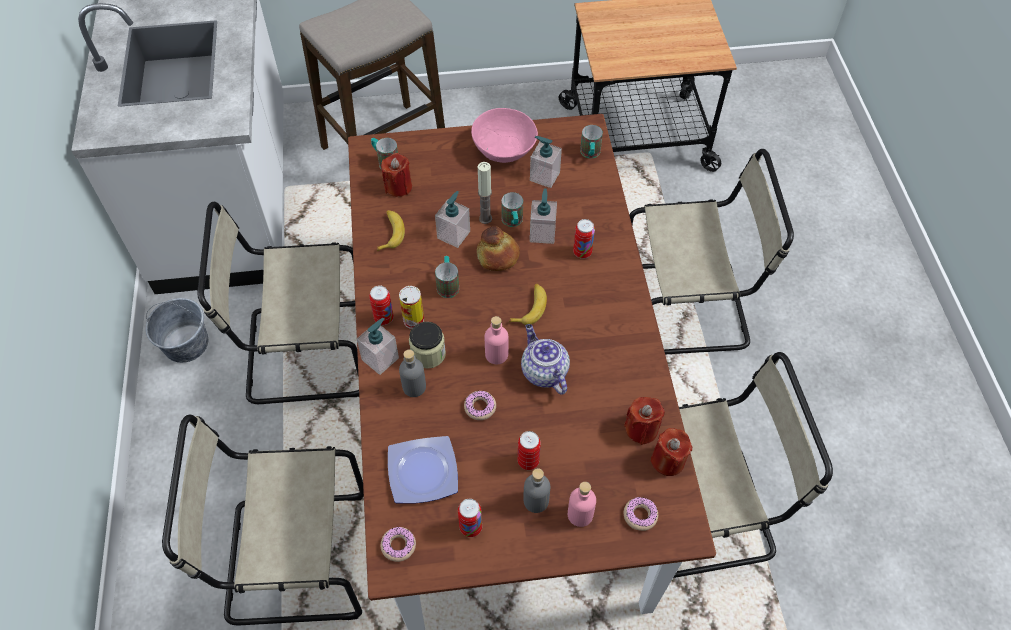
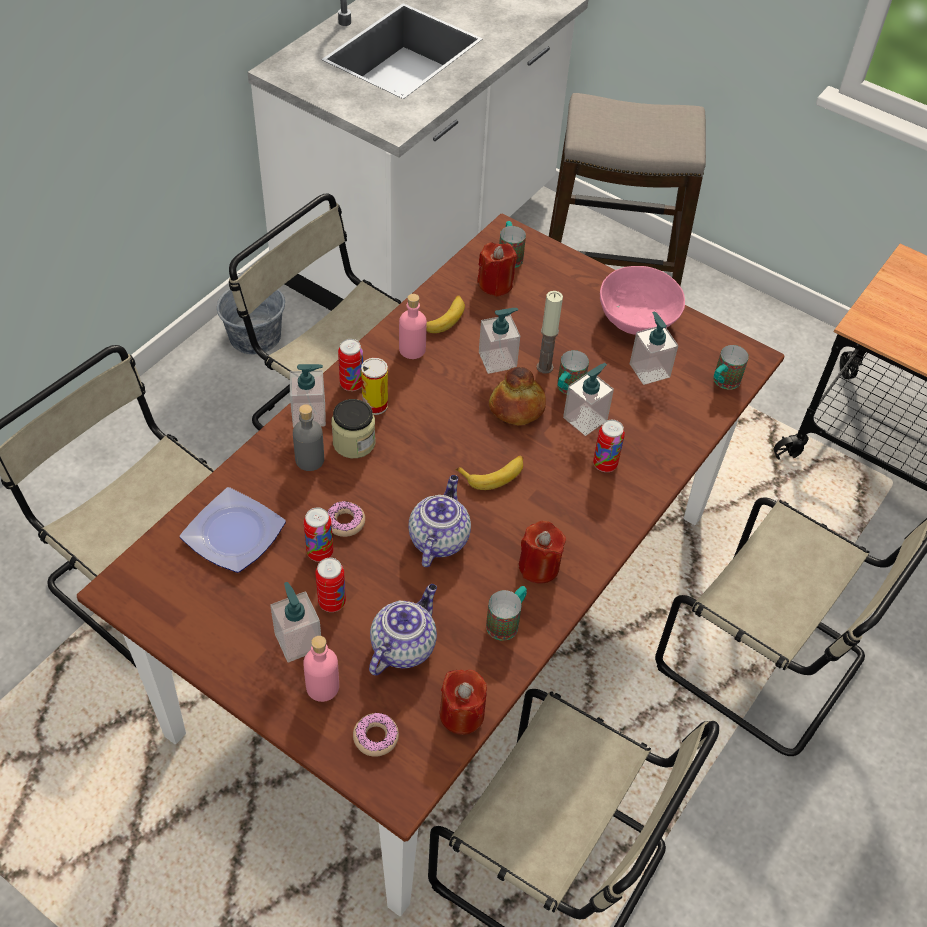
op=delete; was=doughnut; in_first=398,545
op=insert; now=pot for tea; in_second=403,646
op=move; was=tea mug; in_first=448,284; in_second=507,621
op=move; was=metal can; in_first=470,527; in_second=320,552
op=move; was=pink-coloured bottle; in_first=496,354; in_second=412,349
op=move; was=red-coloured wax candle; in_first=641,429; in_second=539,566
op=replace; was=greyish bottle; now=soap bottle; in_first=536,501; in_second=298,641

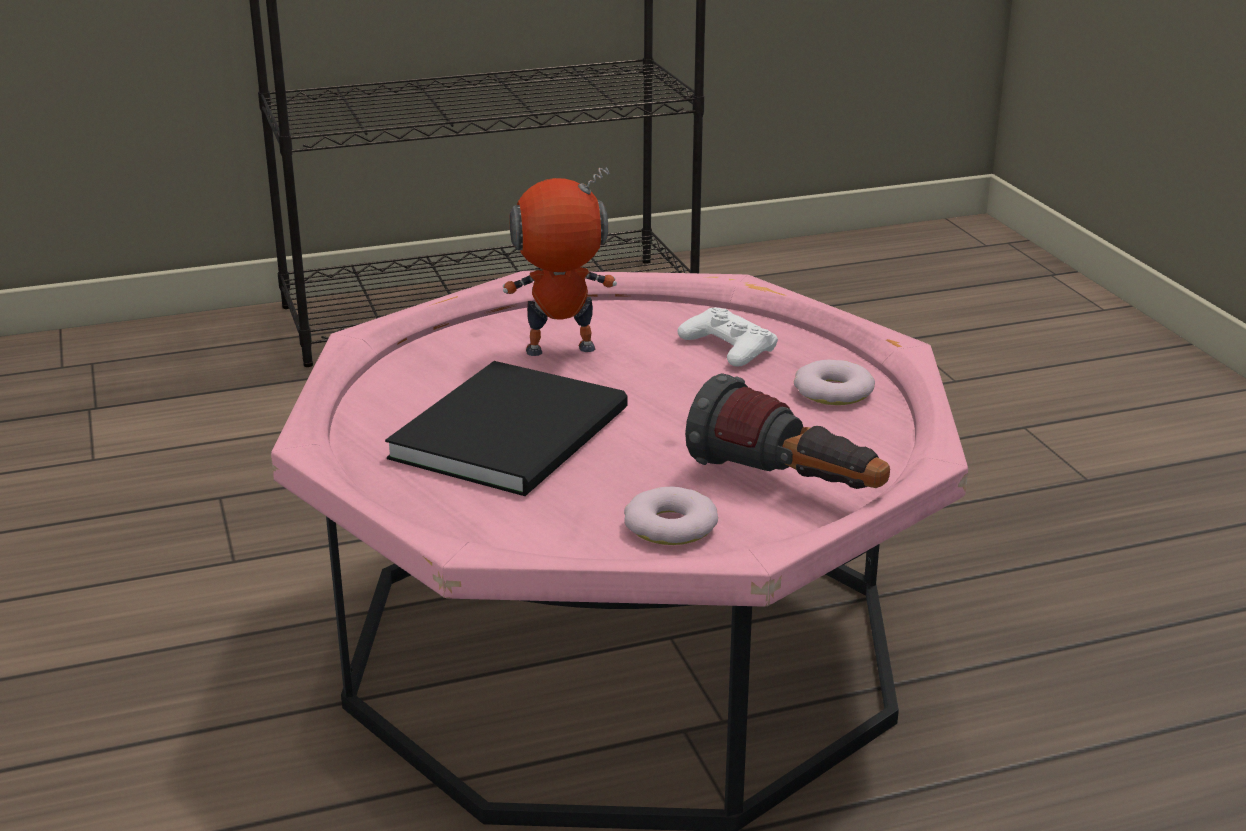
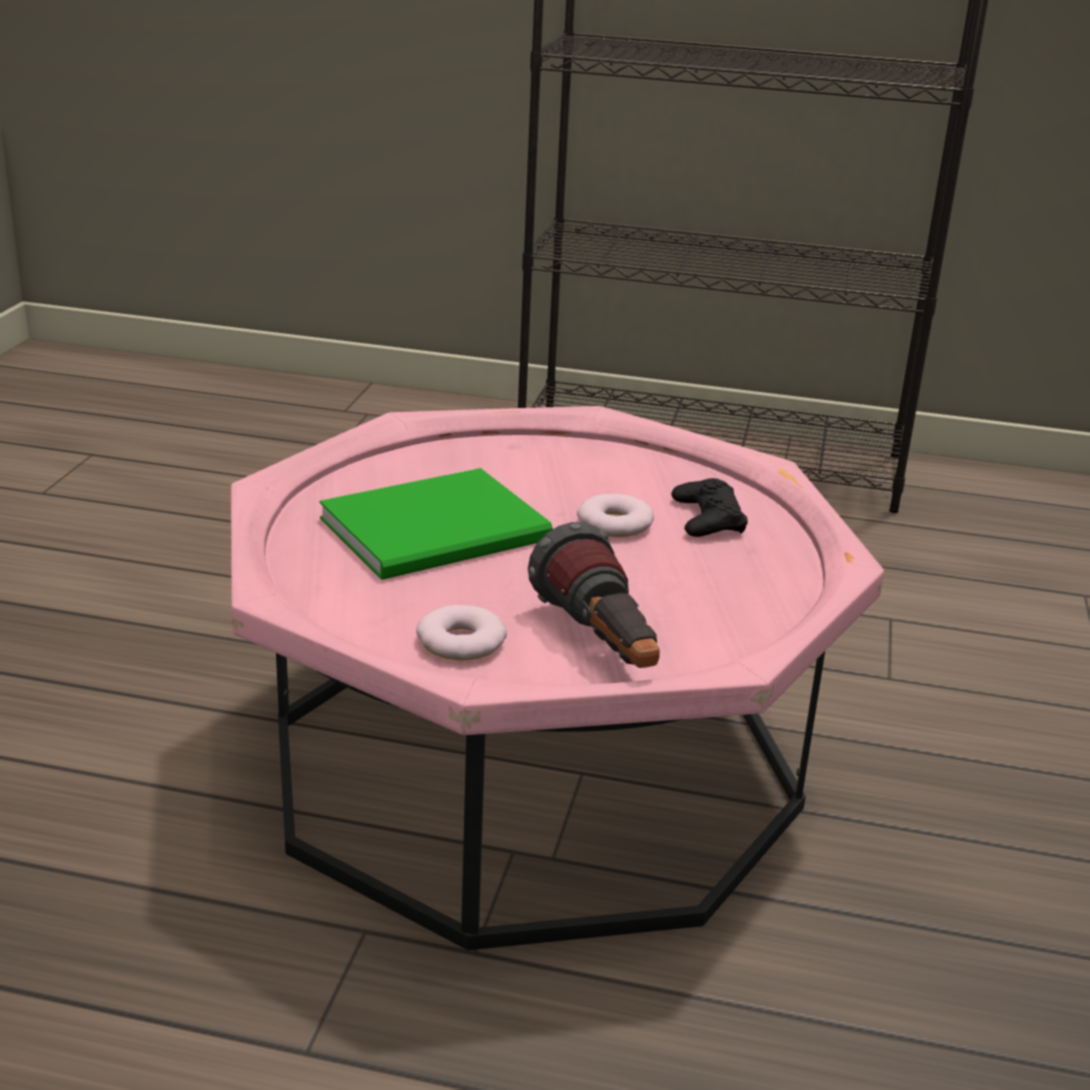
op=delete; was=robot figure; in_first=560,351
op=move; was=doughnut; in_first=833,391; in_second=614,524
op=recolor; was=blackish book; now=green-coloured book; in_first=518,432; in_second=442,530
op=recolor; was=whitish gamepad; now=blackish gamepad; in_first=728,347; in_second=707,518

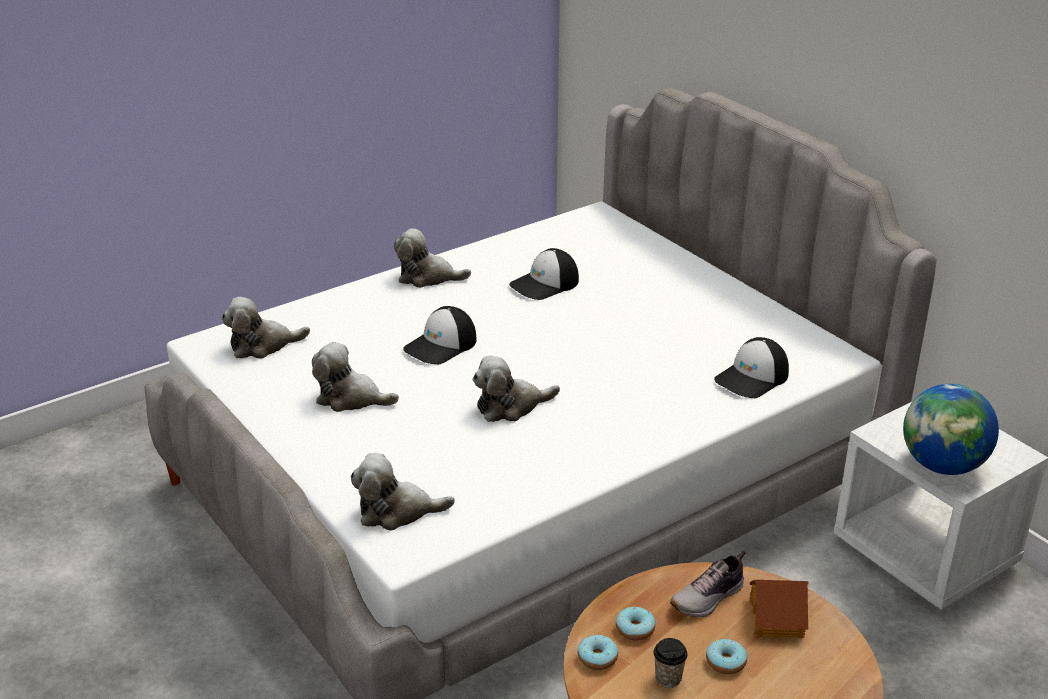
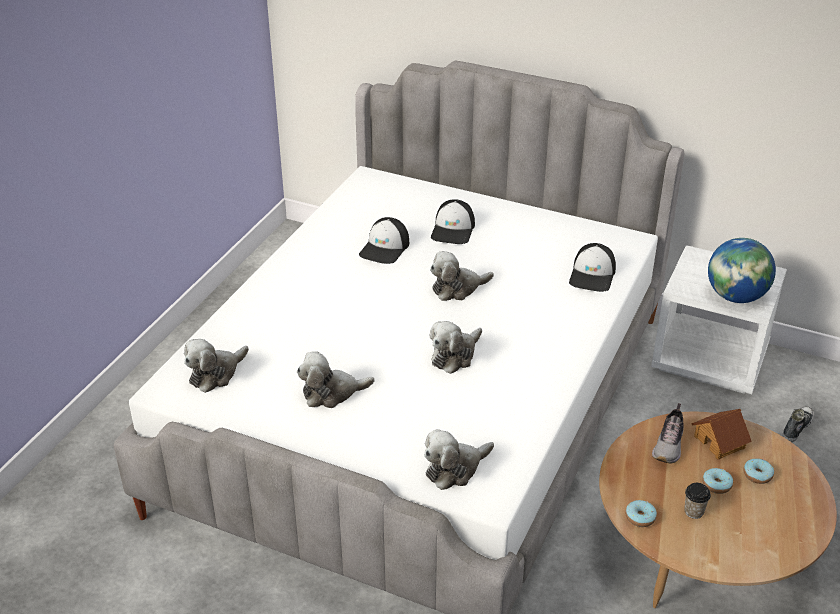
op=insert; now=low shoe; in_second=796,427
op=move; was=soft toy; in_first=427,277; in_second=457,288
op=move; was=baseball cap; in_first=441,345; in_second=453,230
op=move; was=doughnut; in_first=635,629; in_second=757,475

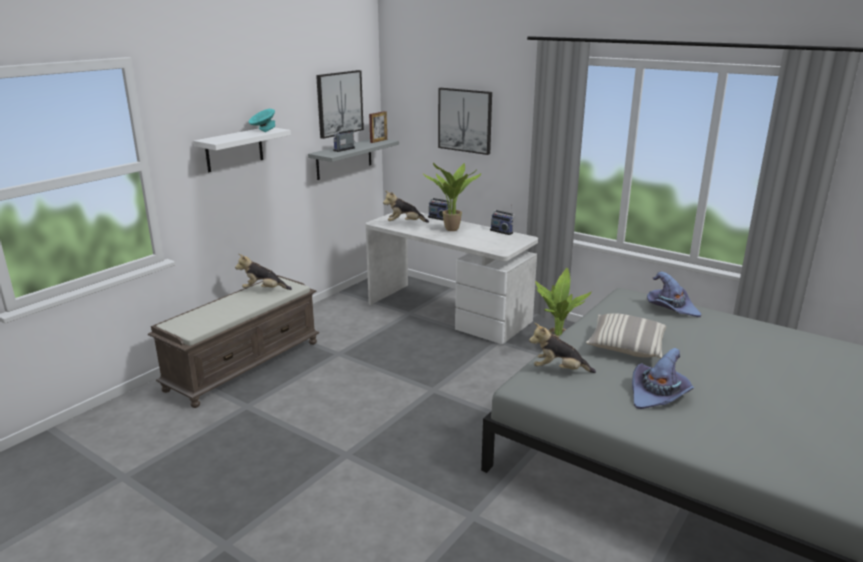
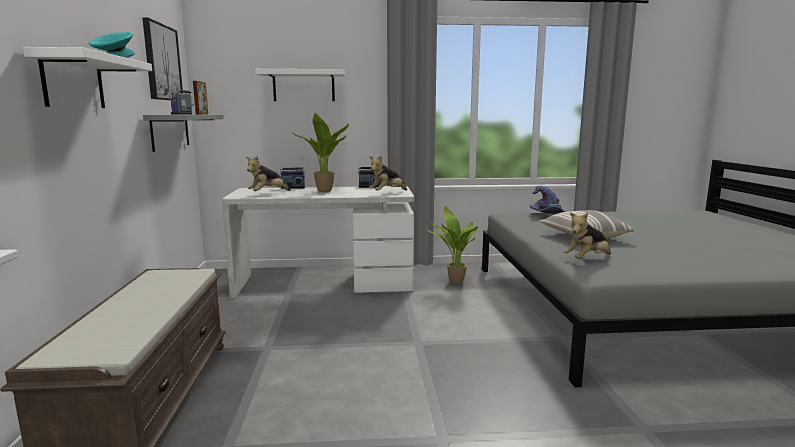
op=delete; was=purple wearable hat; in_first=658,394
op=move; was=soft toy; in_first=263,290; in_second=387,193
op=replace; was=wall picture; now=whitish shelf; in_first=465,120; in_second=303,86

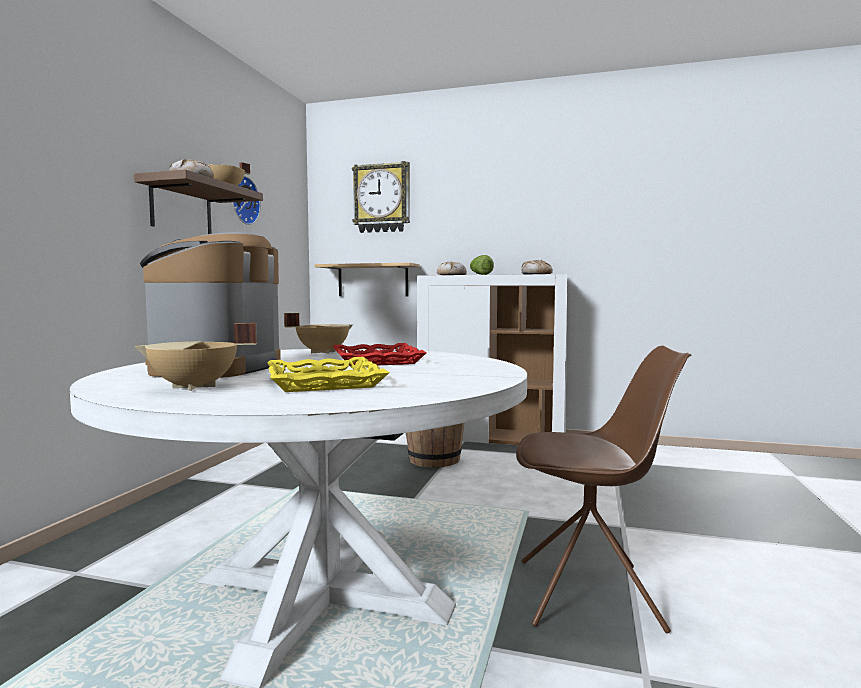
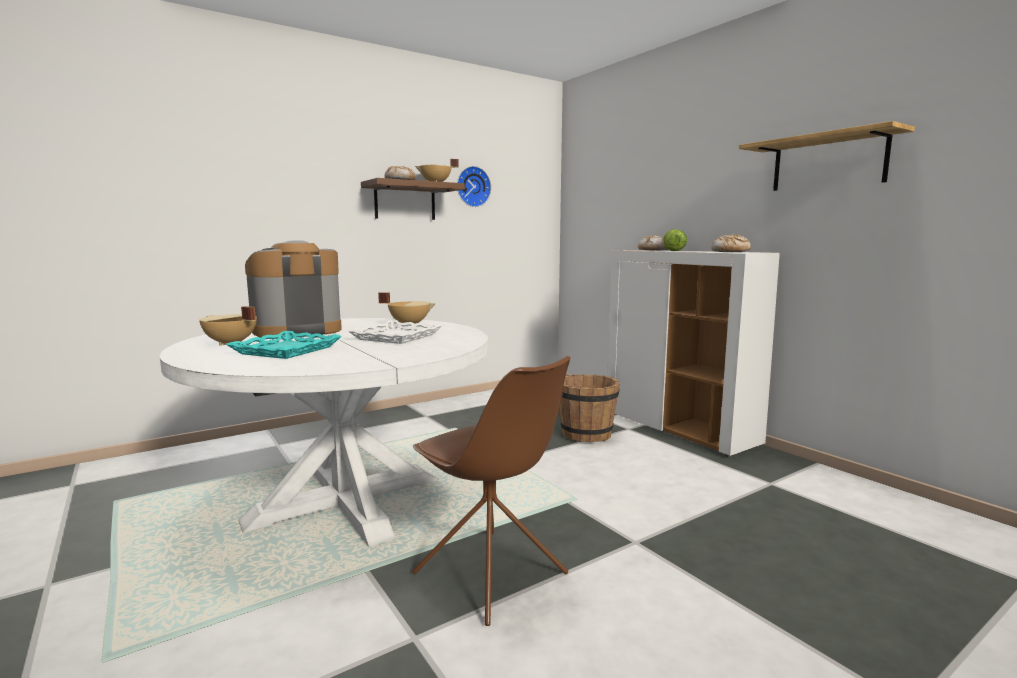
op=delete; was=hanging clock; in_first=382,198
op=move; was=shelf; in_first=373,280; in_second=828,162
op=recolor; was=yellow serving tray; now=blue-green serving tray; in_first=325,382; in_second=287,350
op=recolor; was=red-coloured serving tray; now=whitish serving tray; in_first=375,361; in_second=396,337

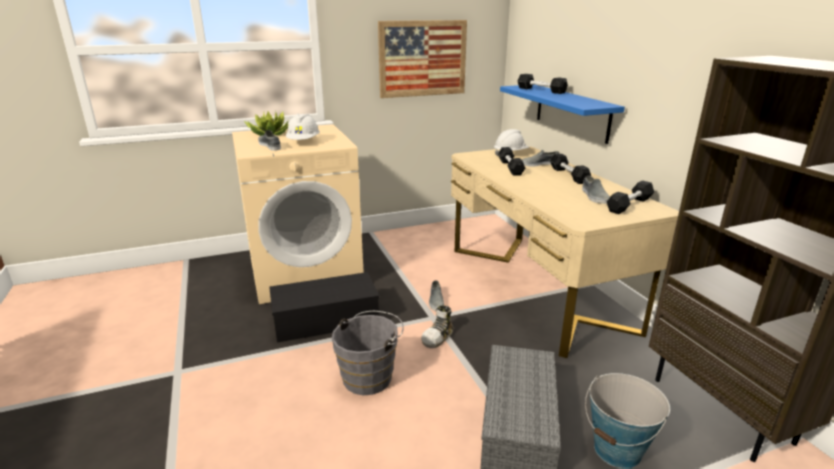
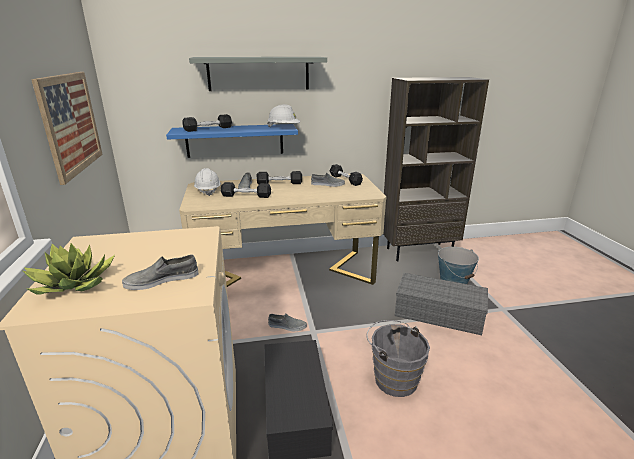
op=delete; was=low shoe; in_first=438,337
op=insert; now=greyish shelf; in_second=258,73
op=move; was=whitish hard hat; in_first=303,142; in_second=284,127

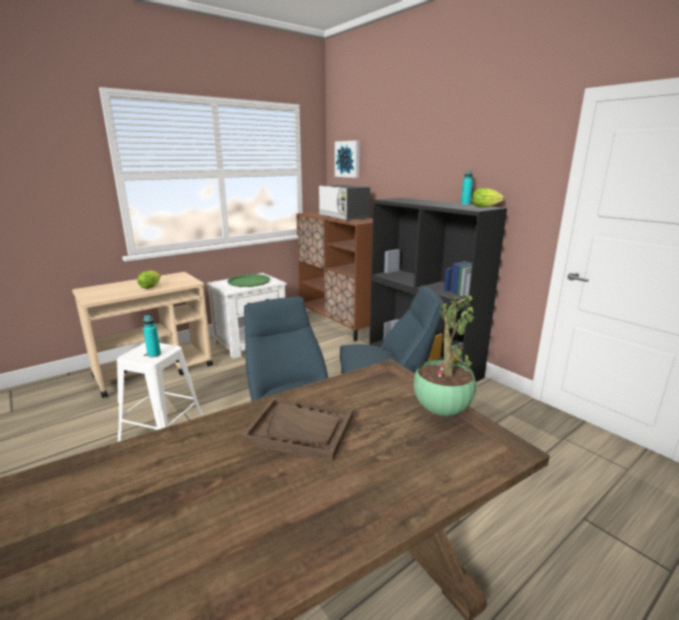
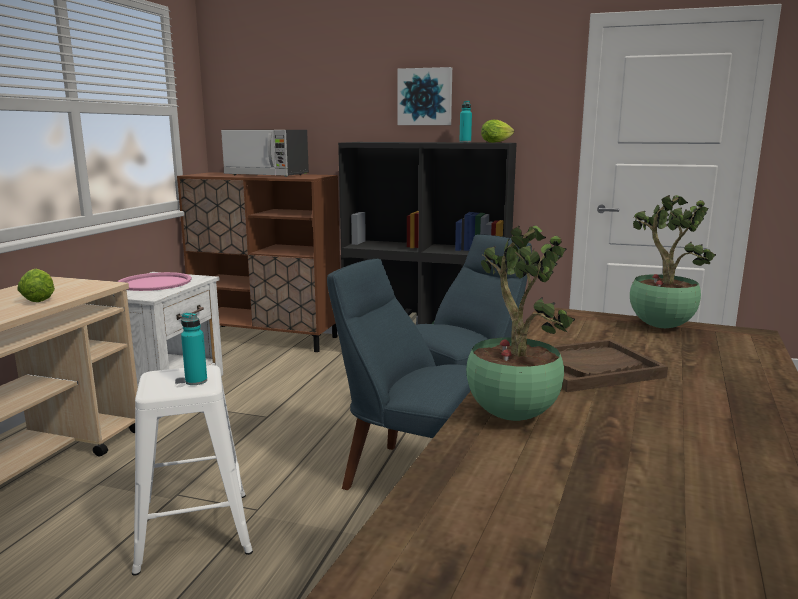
op=insert; now=plant in a pot; in_second=510,414
op=move; was=wall picture; in_first=348,159; in_second=425,97
op=recolor; was=green-coloured serving tray; now=pink-coloured serving tray; in_first=249,281; in_second=155,283

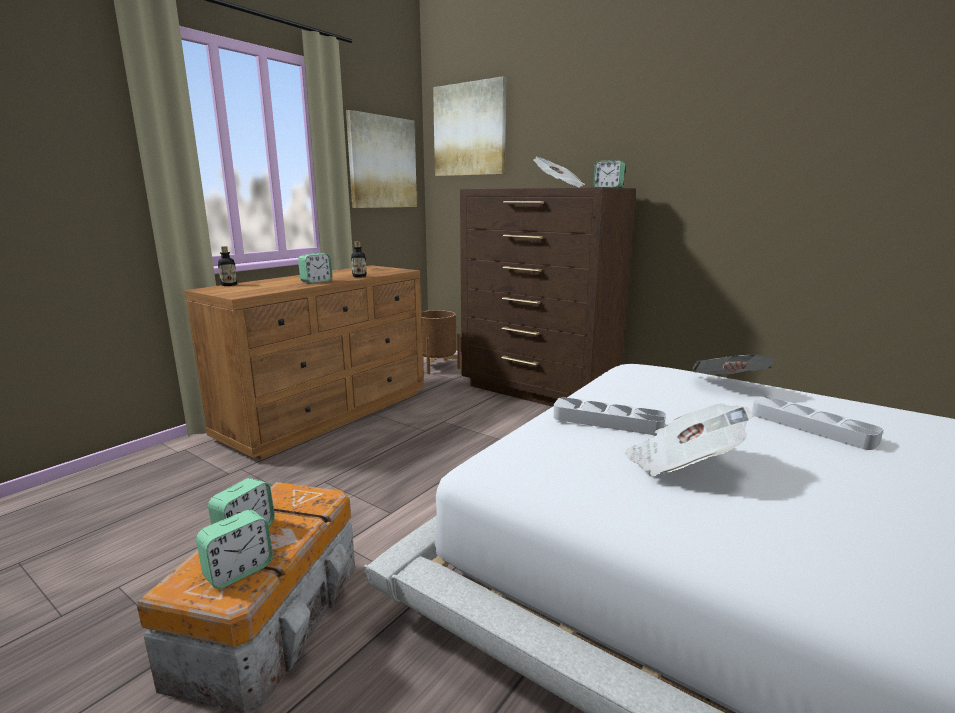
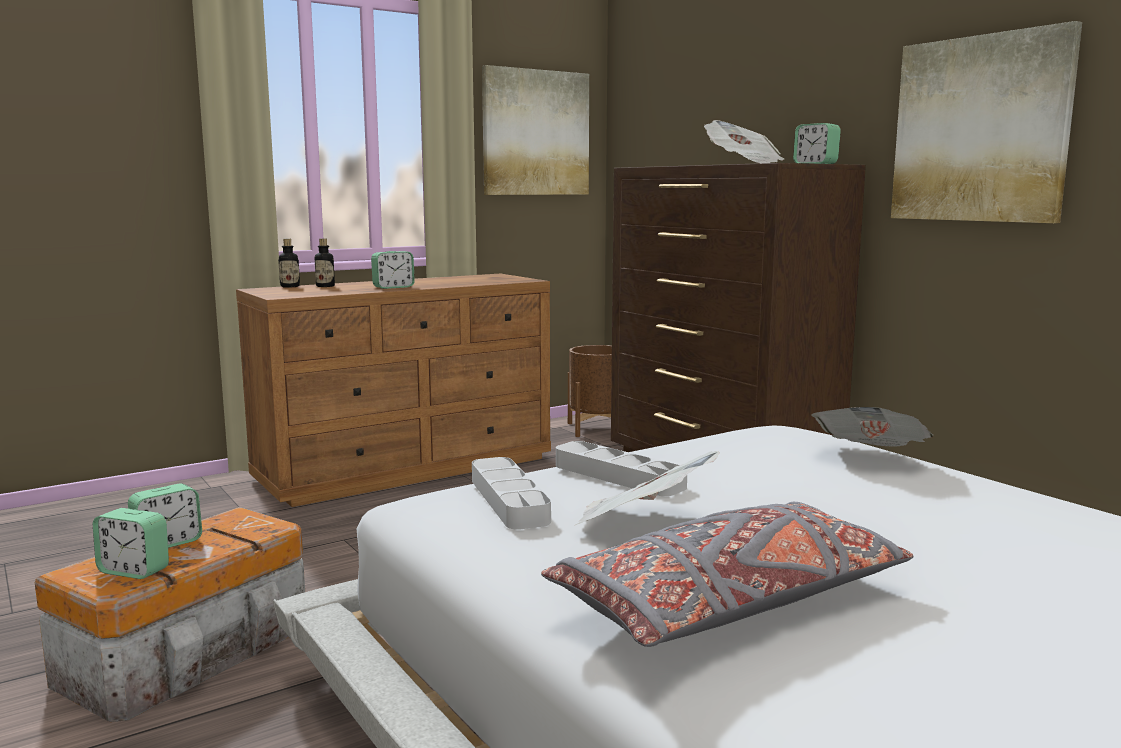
op=insert; now=greyish throw pillow; in_second=731,605
op=move; was=bottle; in_first=359,276; in_second=325,286
op=move; was=wall picture; in_first=469,130; in_second=980,129
op=move; was=greyish serving tray; in_first=811,427; in_second=509,500
op=rotate; was=table clock; in_first=239,571; in_second=134,571; clockwise=45

